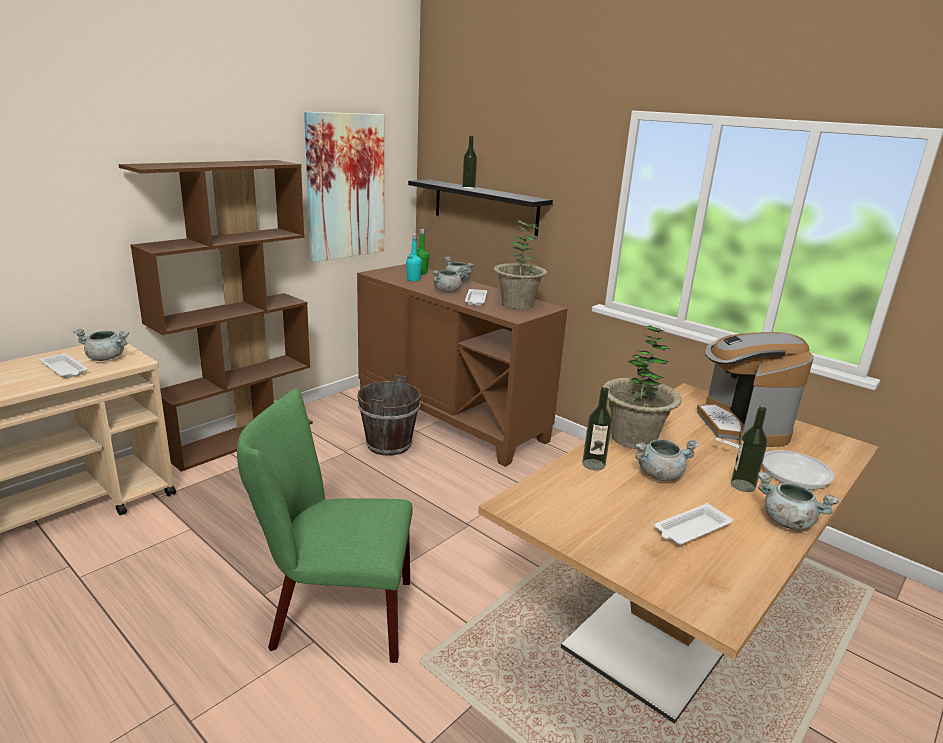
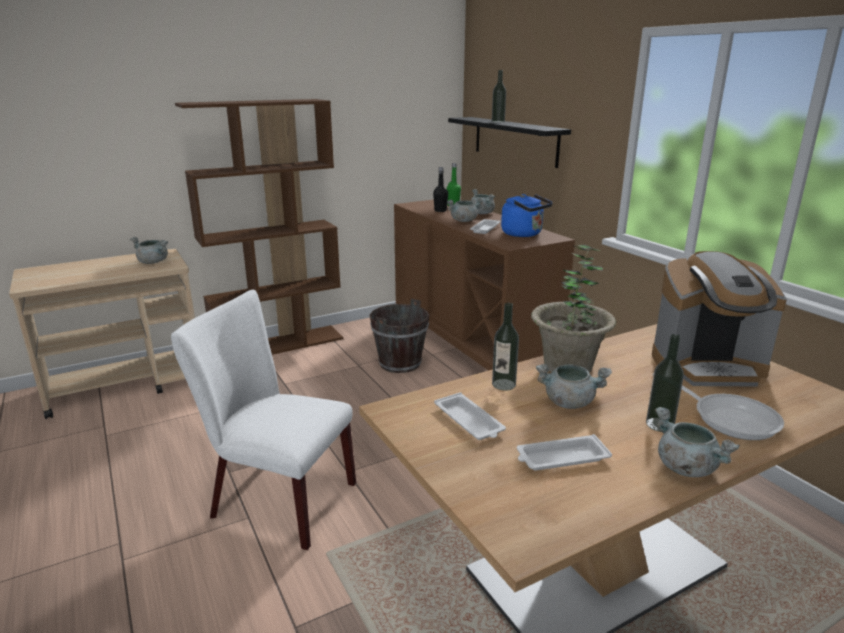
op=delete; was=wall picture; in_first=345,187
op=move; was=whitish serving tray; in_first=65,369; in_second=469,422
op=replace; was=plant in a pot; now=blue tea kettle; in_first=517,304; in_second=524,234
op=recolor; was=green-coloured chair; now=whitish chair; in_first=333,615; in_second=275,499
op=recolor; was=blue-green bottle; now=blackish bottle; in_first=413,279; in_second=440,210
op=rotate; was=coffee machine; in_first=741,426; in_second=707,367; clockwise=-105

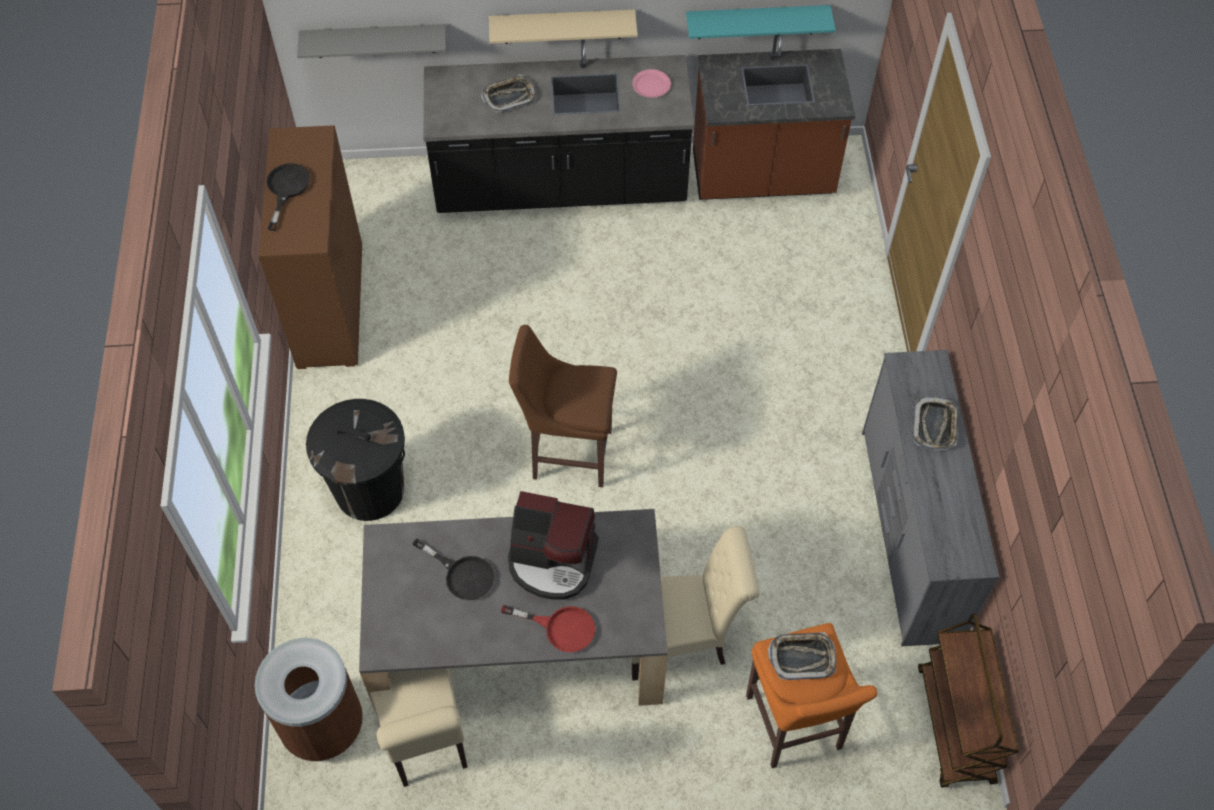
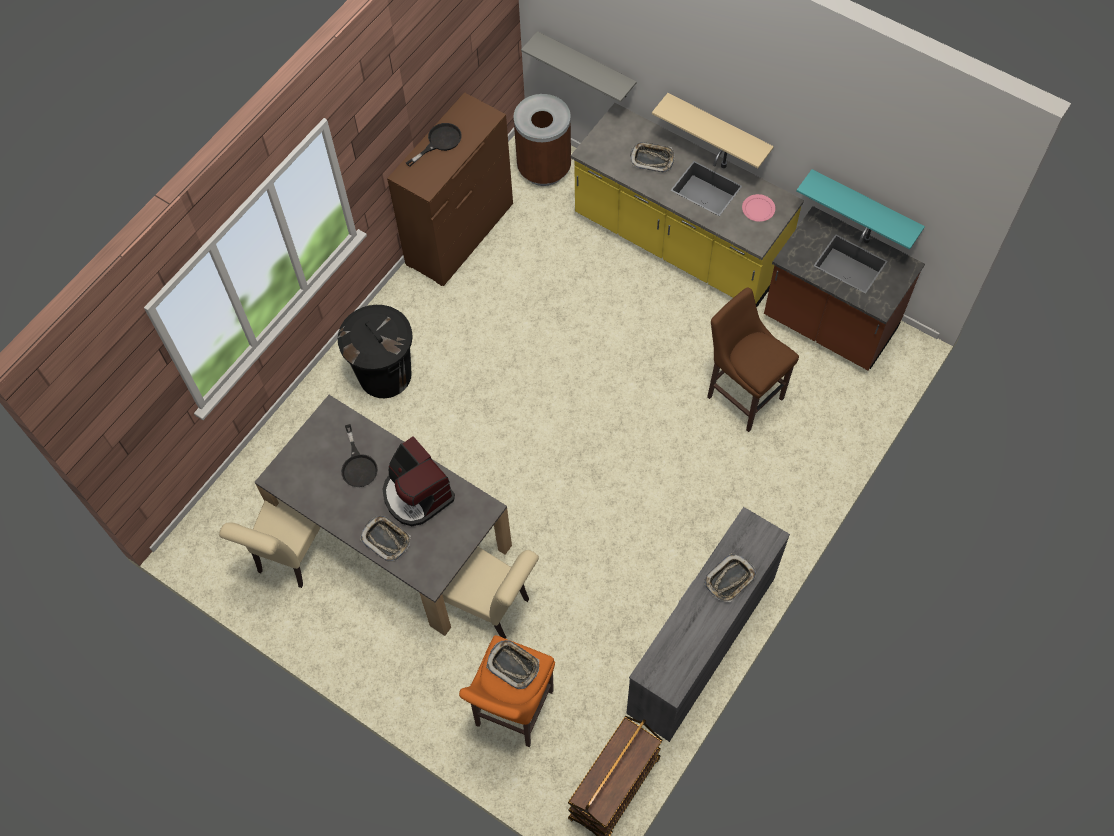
op=move; was=brown-coloured trash can; in_first=322,725; in_second=544,168
op=move; was=brown-coloured stool; in_first=567,453; in_second=742,395
op=replace; was=red-coloured skillet; now=serving tray; in_first=561,628; in_second=386,539
op=recolor; was=blackish counter; now=yellow counter; in_first=560,186; in_second=679,243

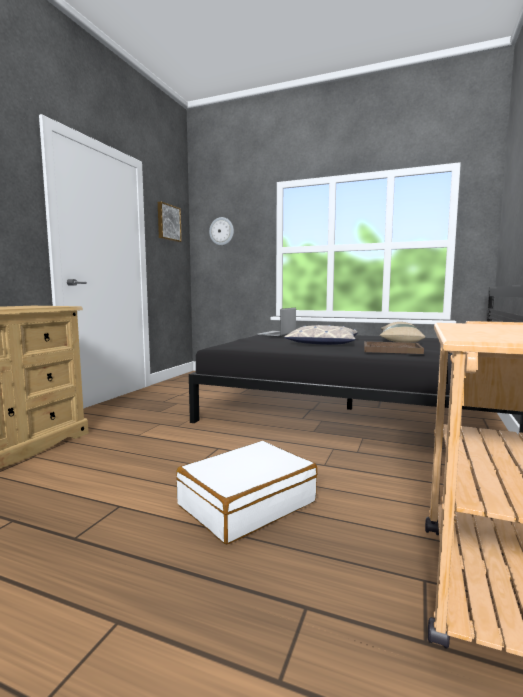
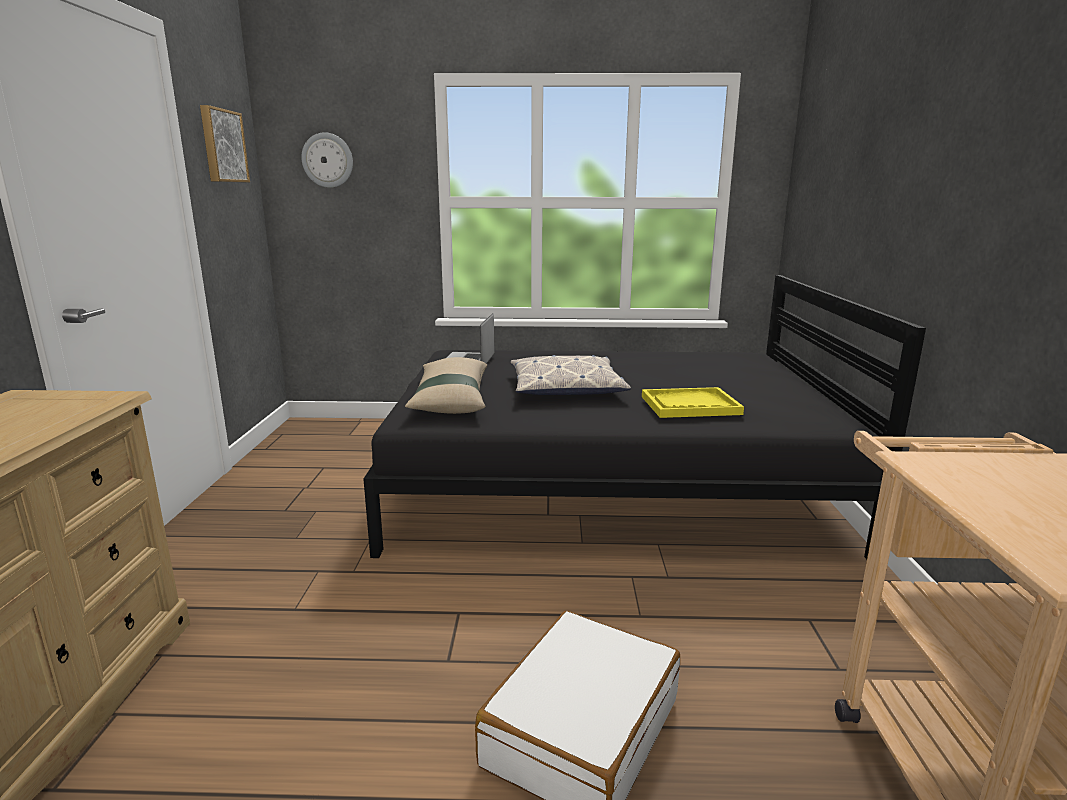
op=move; was=sand-coloured throw pillow; in_first=399,340; in_second=451,398
op=recolor; was=brown-coloured serving tray; now=yellow serving tray; in_first=391,350; in_second=690,405

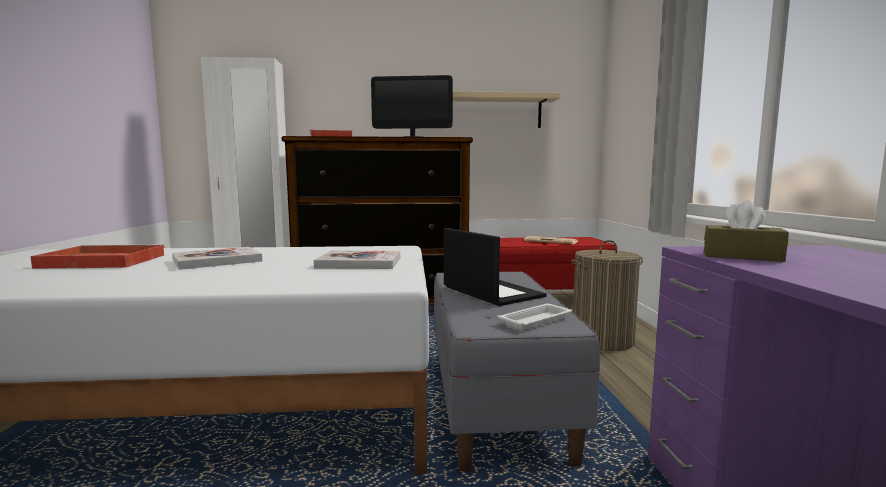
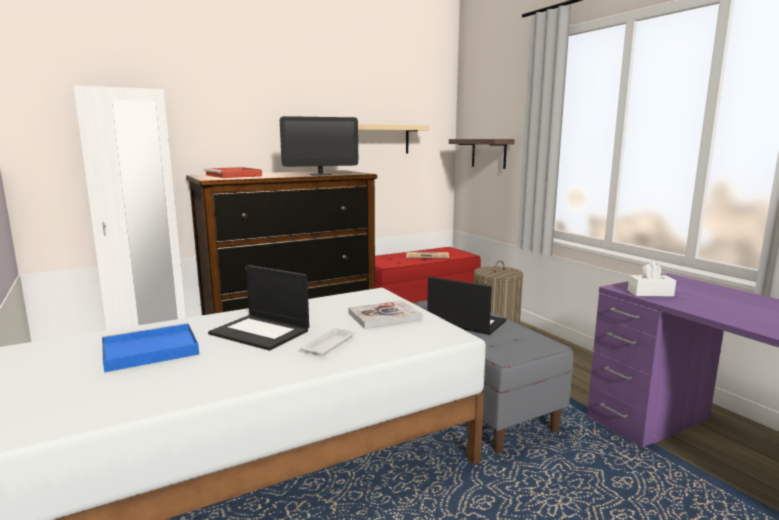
op=insert; now=shelf; in_second=488,153
op=move; was=whitish serving tray; in_first=536,320; in_second=330,344
op=replace; was=book; now=portable computer; in_first=217,260; in_second=261,332
op=recolor; was=red-coloured serving tray; now=blue serving tray; in_first=100,261; in_second=148,351
op=recolor; was=brown-coloured tissue holder; now=whitish tissue holder; in_first=742,256; in_second=650,293

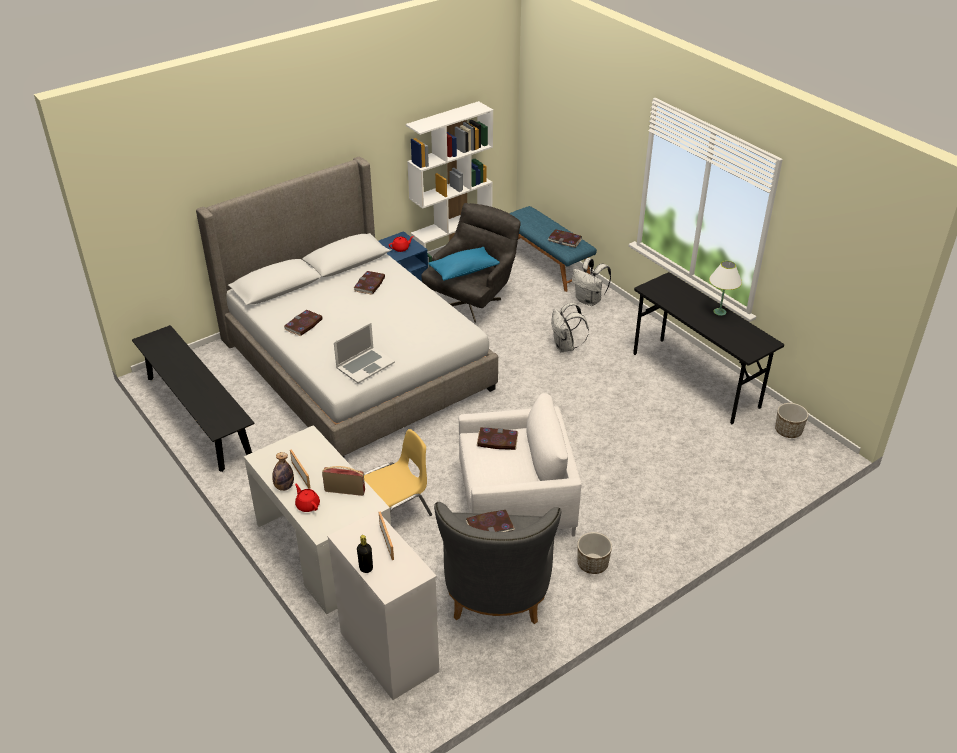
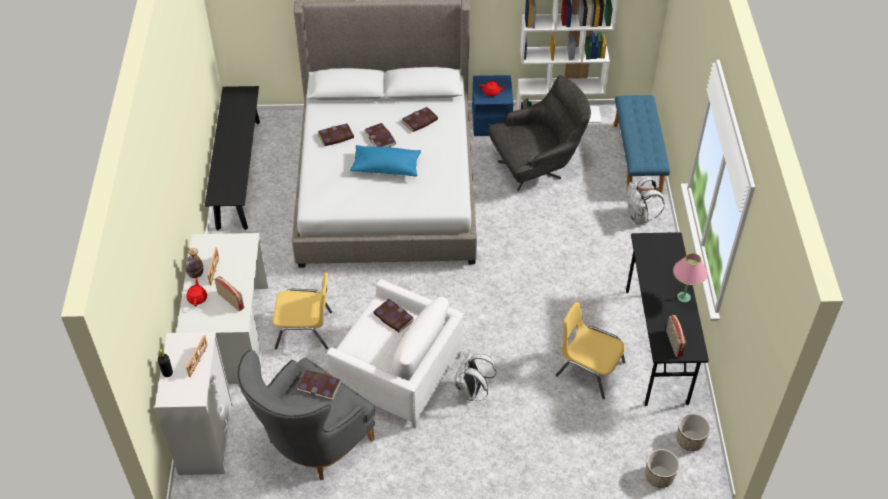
op=delete; was=portable computer; in_first=365,365
op=insert; now=yellow chair; in_second=589,369
op=insert; now=radio; in_second=673,343
op=move; was=blue throw pillow; in_first=464,271; in_second=386,167
op=move; was=book; in_first=565,240; in_second=380,138
op=move; was=whitish knapsack; in_first=565,347; in_second=471,392
op=move; was=plant pot; in_first=592,564; in_second=659,476
op=recolor; was=whitish lamp for a table; now=pink-coloured lamp for a table; in_first=719,312; in_second=683,297

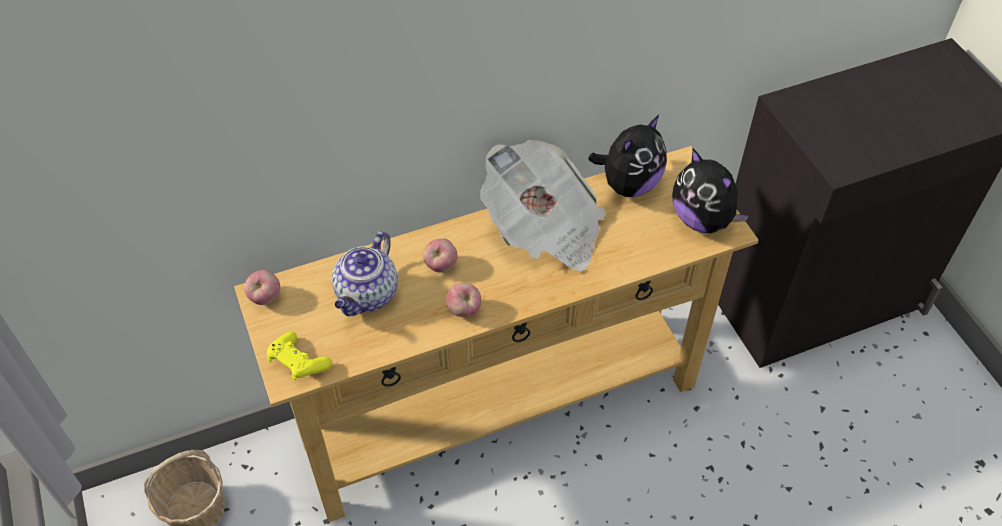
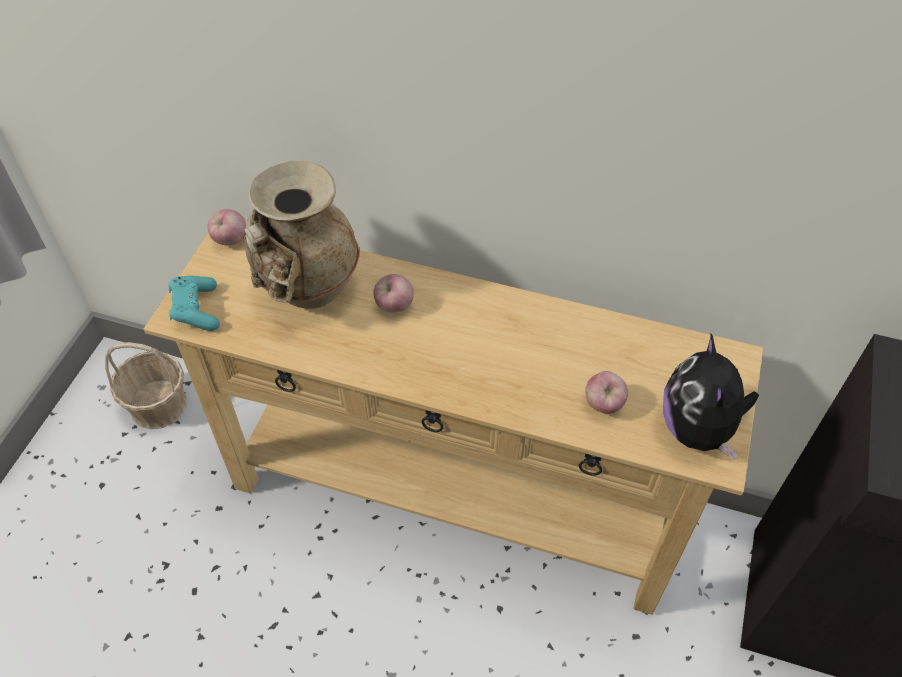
op=delete; was=newspaper; in_first=544,228
op=delete; was=soft toy; in_first=628,184
op=move; was=apple fruit; in_first=464,310; in_second=603,404
op=replace; was=pot for tea; now=sand-coloured flower vase; in_first=367,296; in_second=307,291
op=recolor; was=yellow gamepad; now=blue-green gamepad; in_first=298,364; in_second=196,310

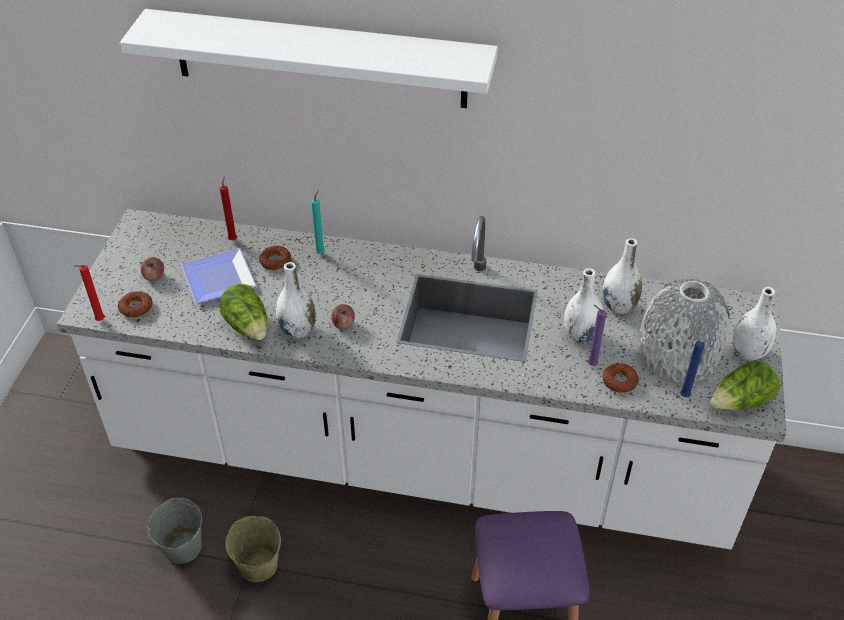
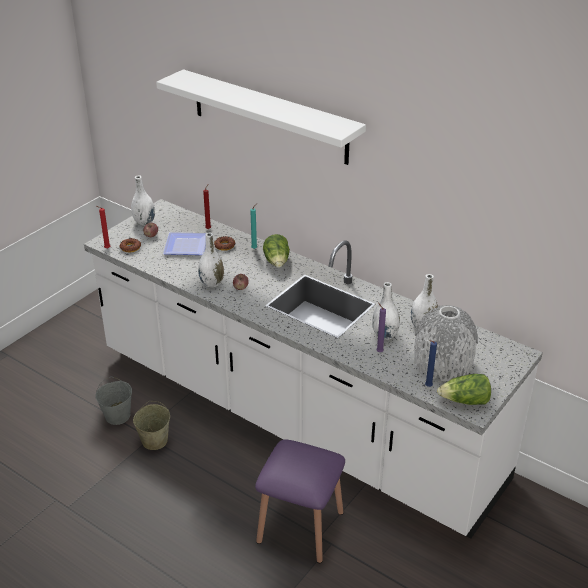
op=delete; was=doughnut; in_first=619,381
op=move; was=lettuce head; in_first=248,325; in_second=277,262
op=move; was=whitish flower vase; in_first=748,352; in_second=144,222

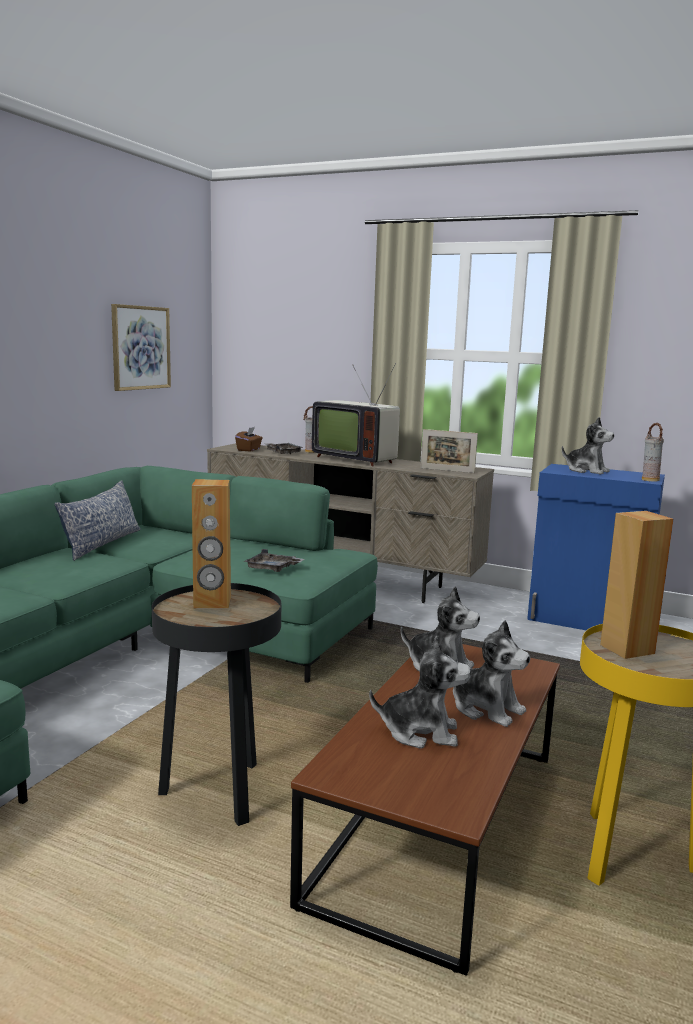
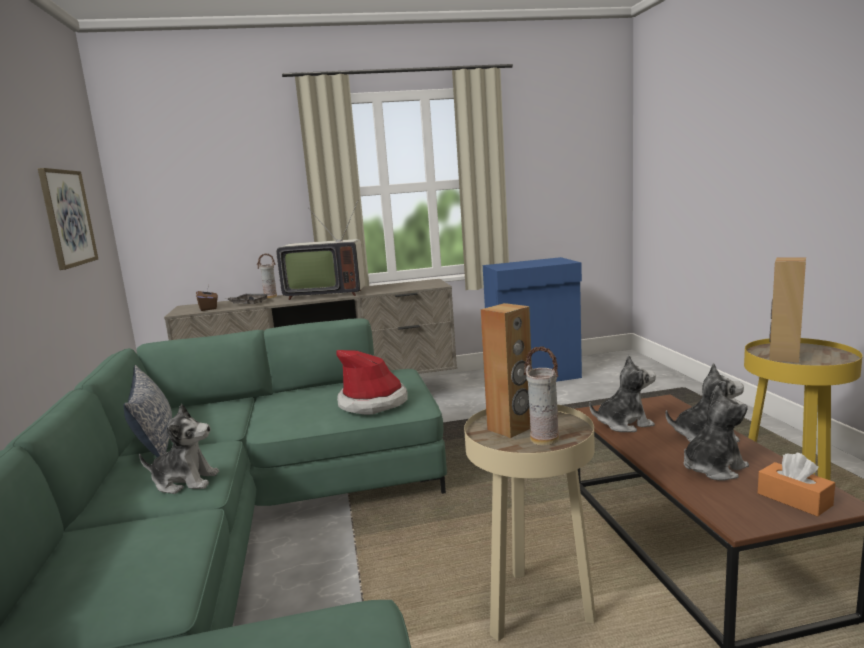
op=delete; was=picture frame; in_first=447,470
op=insert; now=orange-coloured tissue holder; in_second=794,499
op=move; was=soft toy; in_first=586,471; in_second=185,481
op=move; was=flower vase; in_first=649,480; in_second=543,440
op=replace; was=greyish serving tray; now=wearable hat; in_first=272,569; in_second=373,402
op=recolor; was=blackish end table; now=sand-coloured end table; in_first=217,794; in_second=535,611

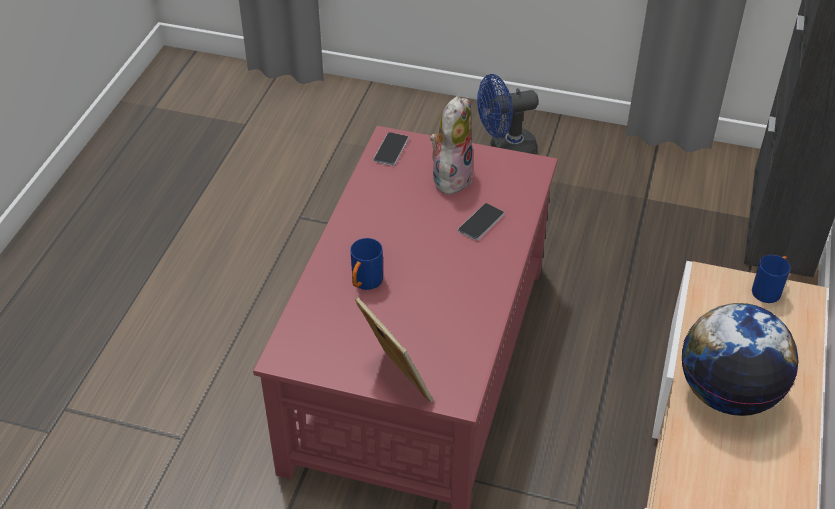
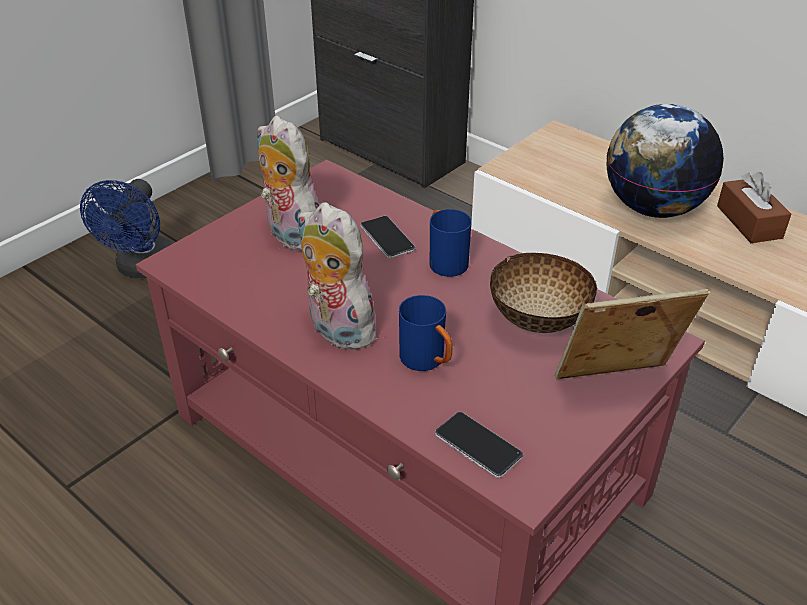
op=insert; now=soft toy; in_second=336,330
op=insert; now=bowl; in_second=539,320
op=insert; now=brown-coloured tissue holder; in_second=749,222
op=move; was=telephone; in_first=391,150; in_second=478,445
op=move; was=blue tea mug; in_first=769,289; in_second=444,261

